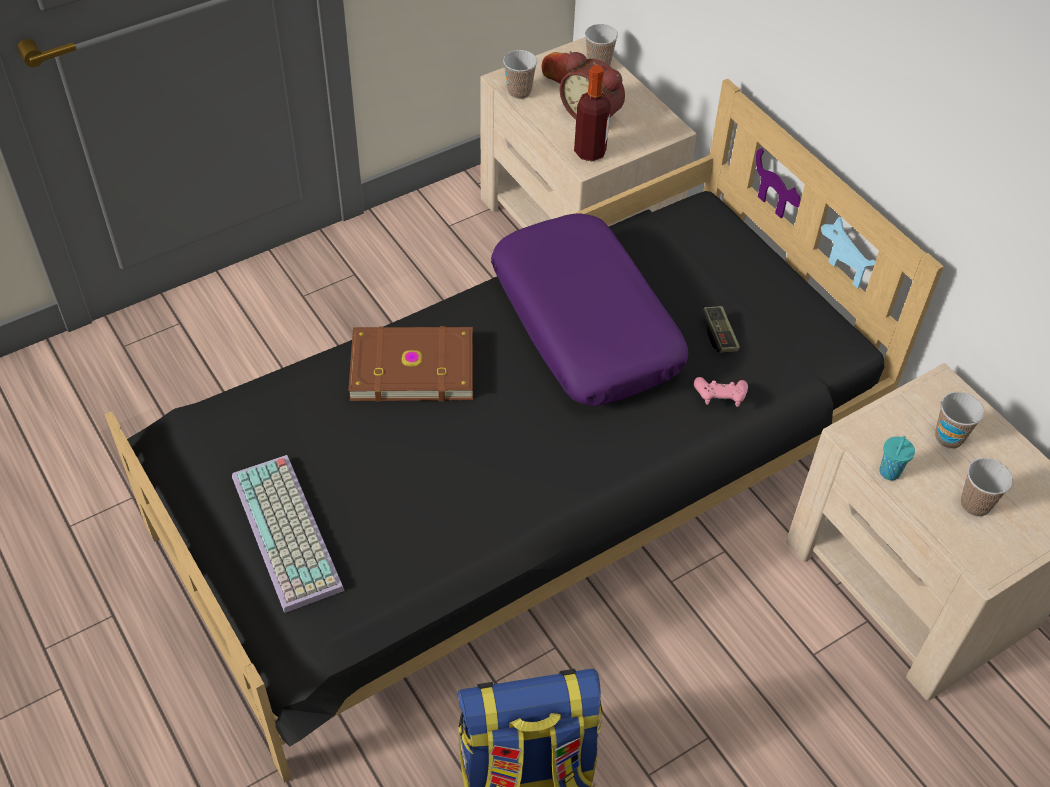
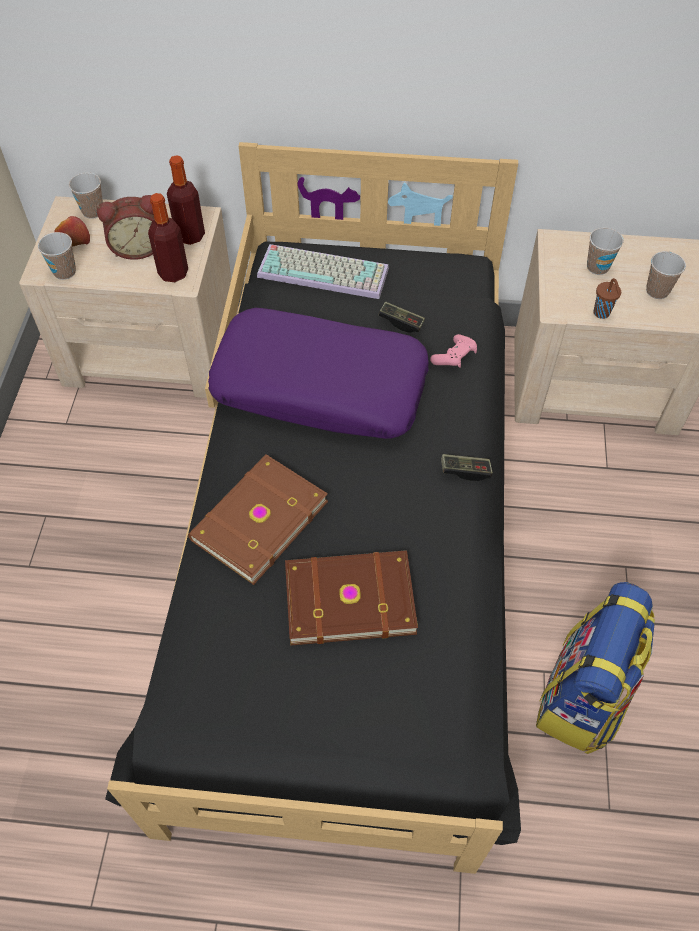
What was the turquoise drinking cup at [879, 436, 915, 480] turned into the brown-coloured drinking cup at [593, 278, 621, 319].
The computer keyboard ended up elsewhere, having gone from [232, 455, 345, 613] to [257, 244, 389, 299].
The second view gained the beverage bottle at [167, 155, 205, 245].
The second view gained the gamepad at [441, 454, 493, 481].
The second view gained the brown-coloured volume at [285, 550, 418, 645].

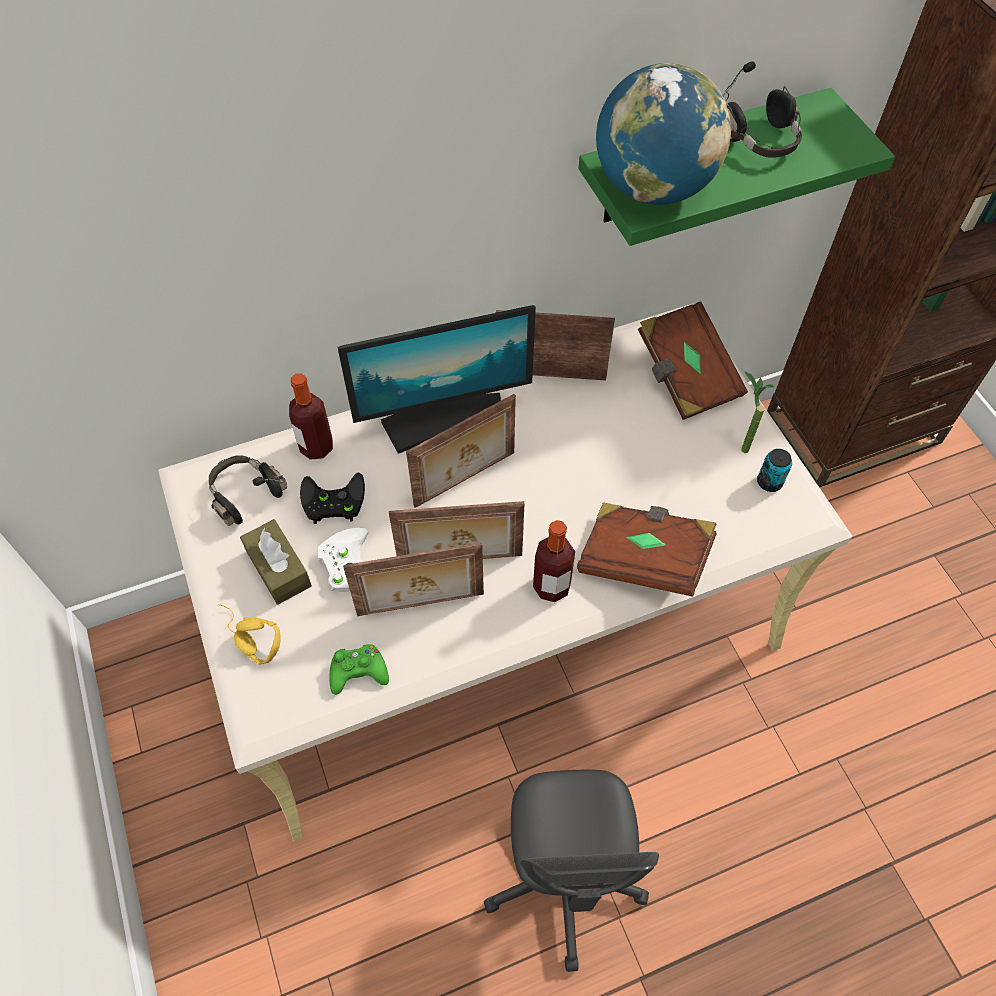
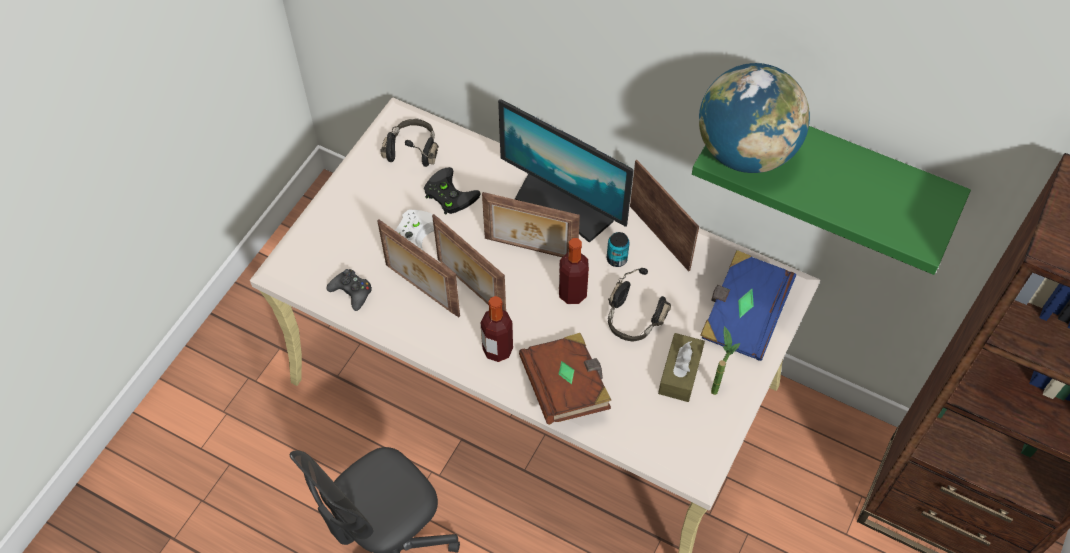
The black-coloured pair of headphones ended up elsewhere, having gone from [722, 61, 802, 158] to [608, 268, 671, 342].
What was the brown-coloured volume at [638, 301, 748, 420] turned into the blue-coloured volume at [700, 250, 796, 361].
The beverage bottle ended up elsewhere, having gone from [289, 373, 333, 460] to [559, 238, 589, 304].
The sealed can ended up elsewhere, having gone from [757, 449, 792, 492] to [607, 232, 630, 267].
The brown-coloured tissue box ended up elsewhere, having gone from [240, 519, 312, 605] to [658, 333, 705, 402].
The second view lost the yellowish pair of headphones at [219, 604, 281, 665].
What was the greenish gamepad at [329, 644, 389, 695] turned into the black-coloured gamepad at [327, 269, 372, 311].

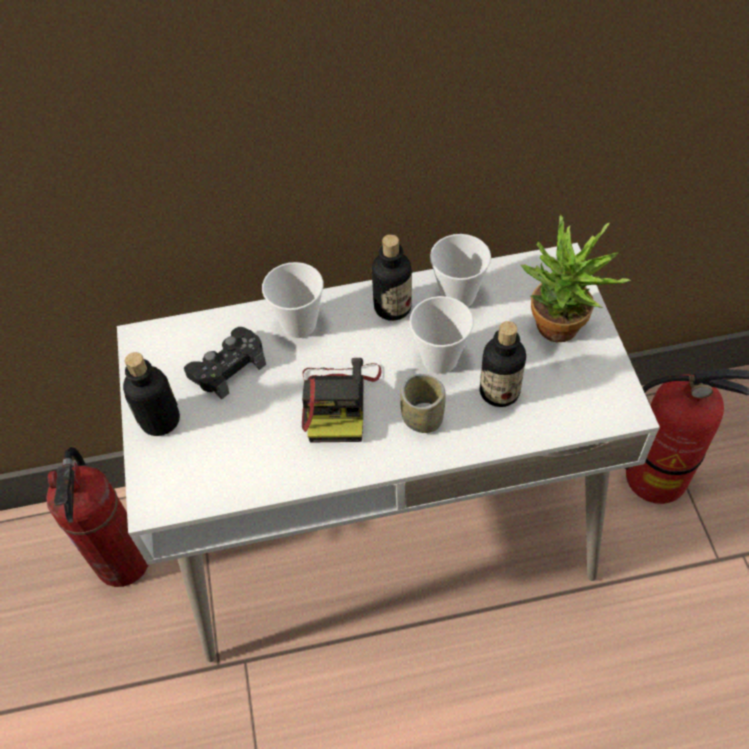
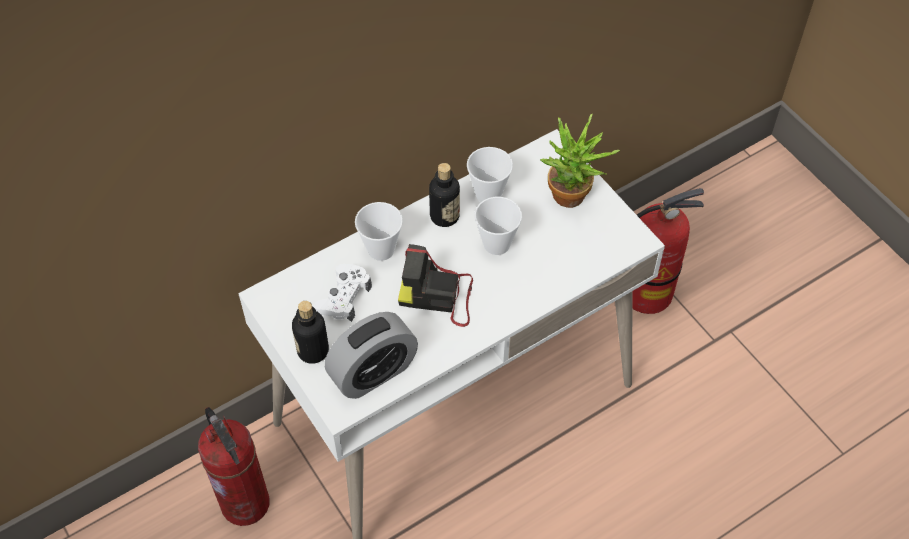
The second view lost the beverage bottle at [479, 321, 526, 407].
What was the black-coloured gamepad at [184, 327, 266, 400] turned into the white-coloured gamepad at [314, 264, 372, 322].
The photo camera at [302, 358, 382, 442] ended up facing another way, 120 degrees clockwise from before.
The second view lost the drinking cup at [400, 374, 446, 433].
The second view gained the bedside clock at [325, 312, 418, 399].

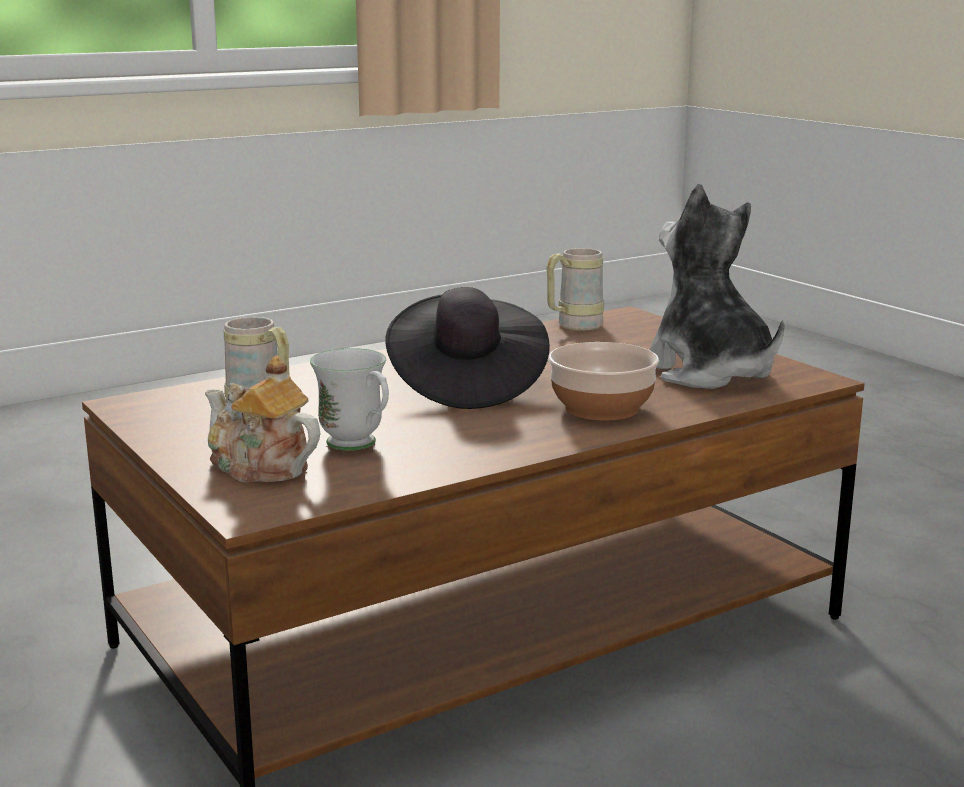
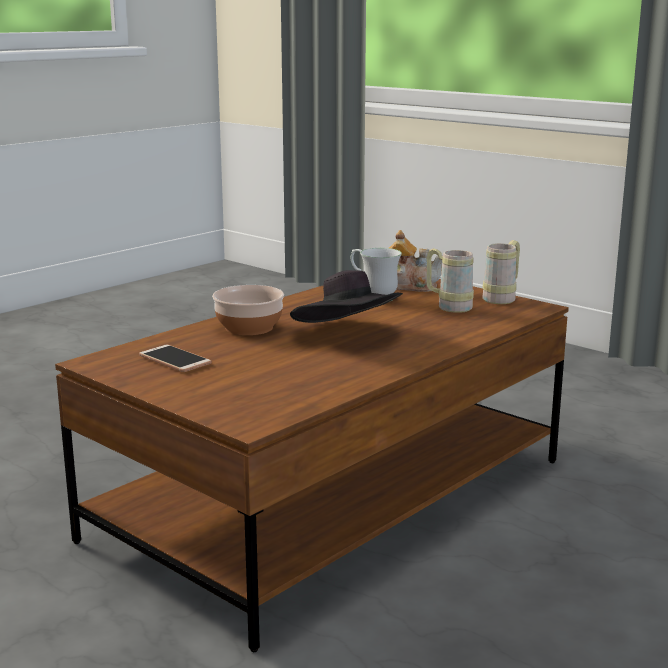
Where the soft toy stood at [649, 184, 784, 389], the phone came to stand at [139, 345, 212, 372].
The sand-coloured tea mug ended up elsewhere, having gone from [547, 248, 604, 330] to [482, 240, 520, 304].

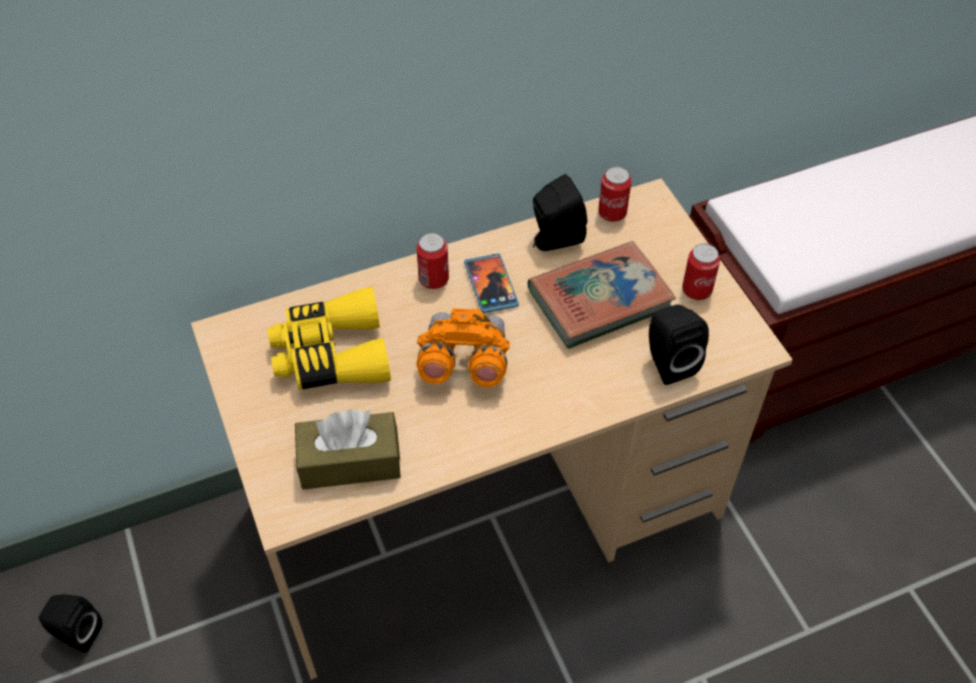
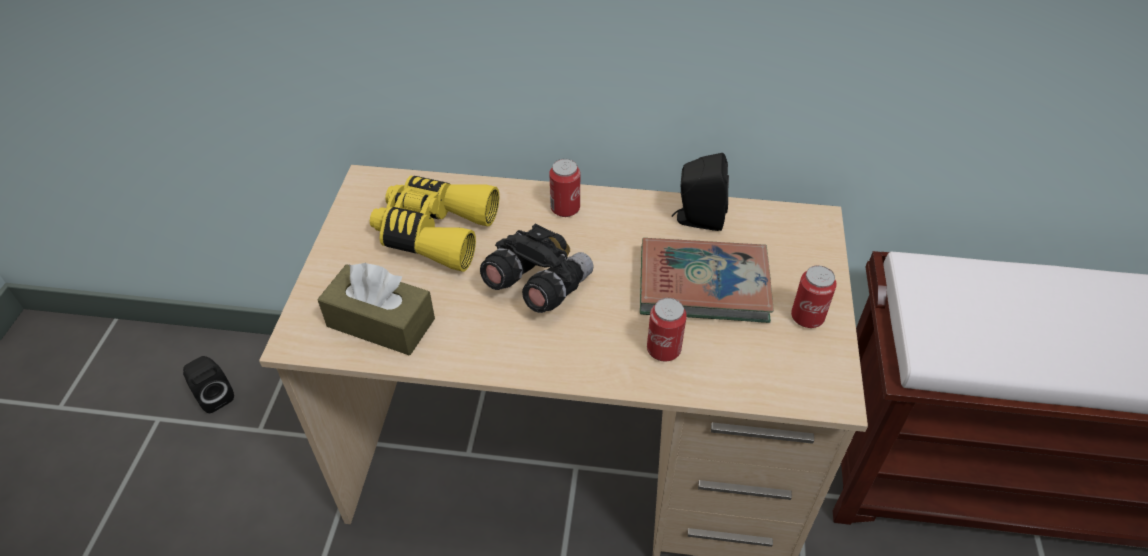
The sealed can ended up elsewhere, having gone from [598, 167, 631, 222] to [647, 298, 687, 361].
The second view lost the phone at [464, 253, 519, 313].
The second view lost the black-coloured speaker at [649, 305, 709, 385].
What was the orange-coloured field glasses at [416, 308, 510, 387] turned into the black-coloured field glasses at [480, 223, 594, 313].

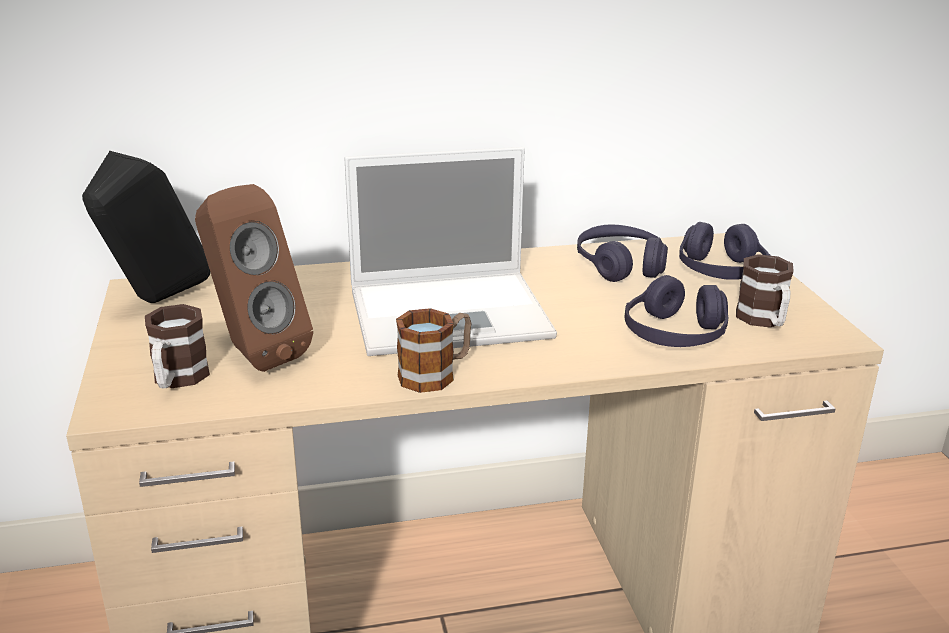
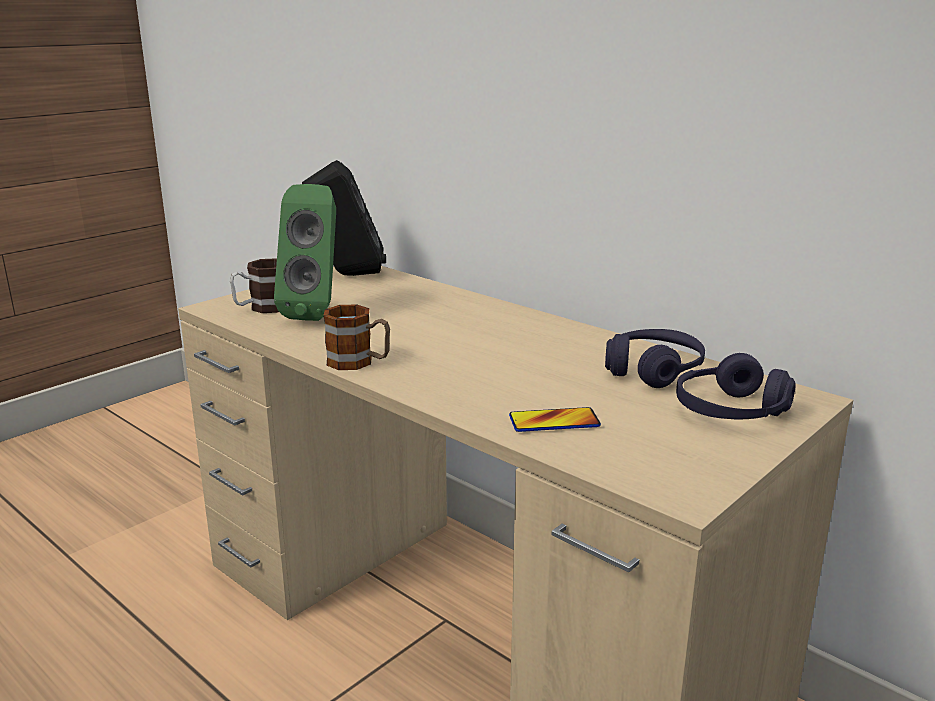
The second view lost the notebook computer at [344, 147, 557, 356].
What was the brown-coloured speaker at [195, 184, 313, 372] turned into the greenish speaker at [274, 184, 336, 321].
The second view lost the tea mug at [736, 254, 794, 328].
Where the purple-coloured pair of headphones stood at [625, 275, 728, 347], the phone came to stand at [509, 407, 601, 432].

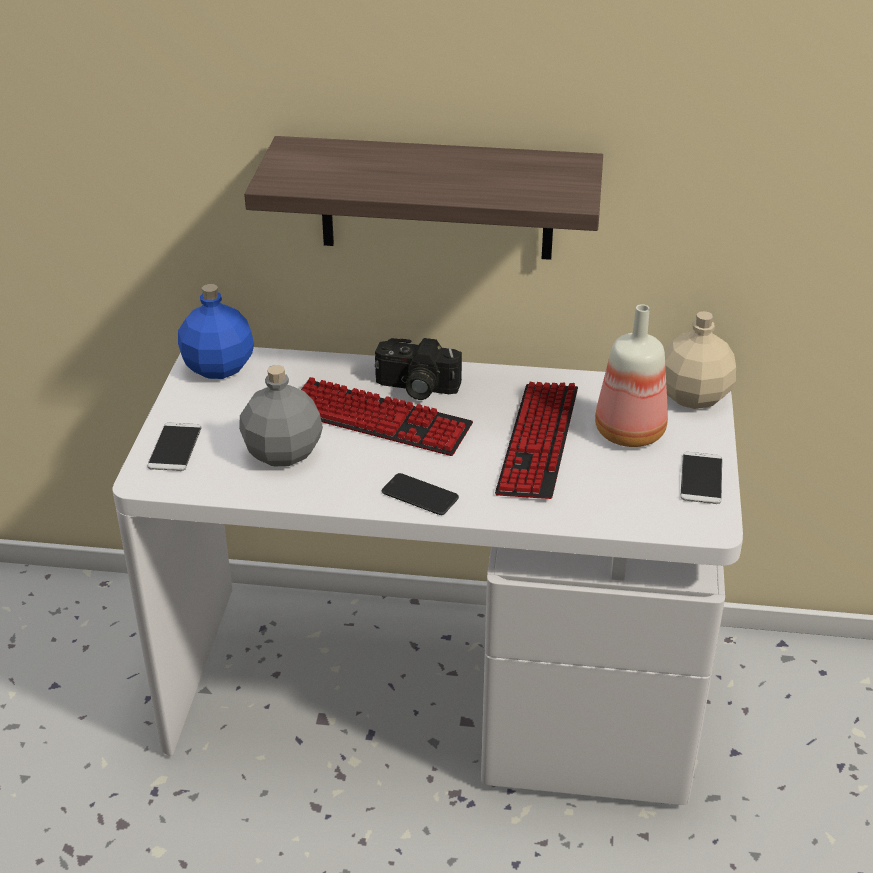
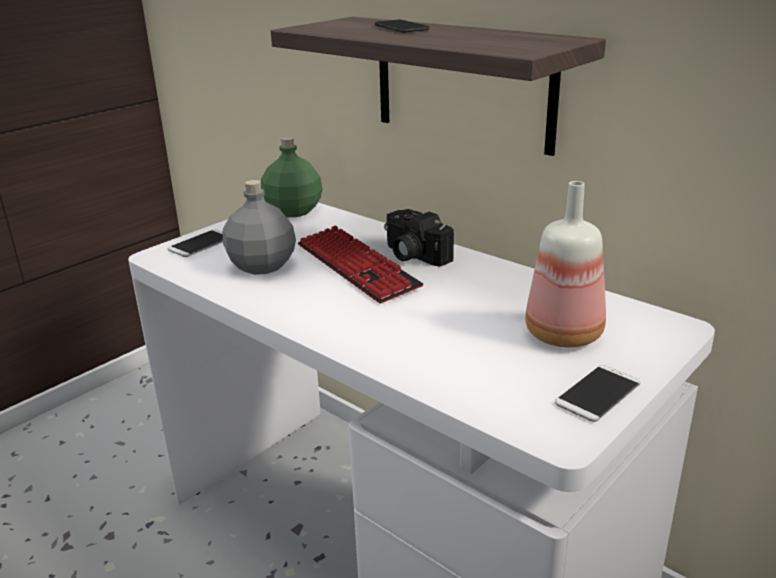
What was the blue-coloured beverage bottle at [178, 284, 254, 379] turned into the greenish beverage bottle at [261, 137, 323, 217].
The second view lost the sand-coloured beverage bottle at [664, 311, 736, 409].
The second view lost the computer keyboard at [495, 382, 578, 499].
The phone ended up elsewhere, having gone from [382, 473, 459, 515] to [375, 20, 430, 33].

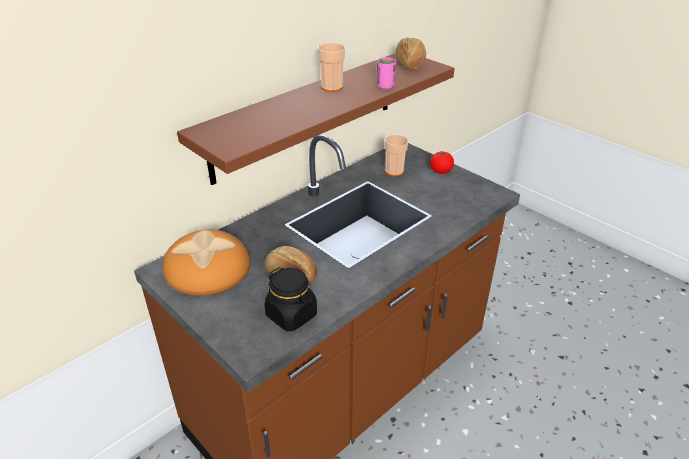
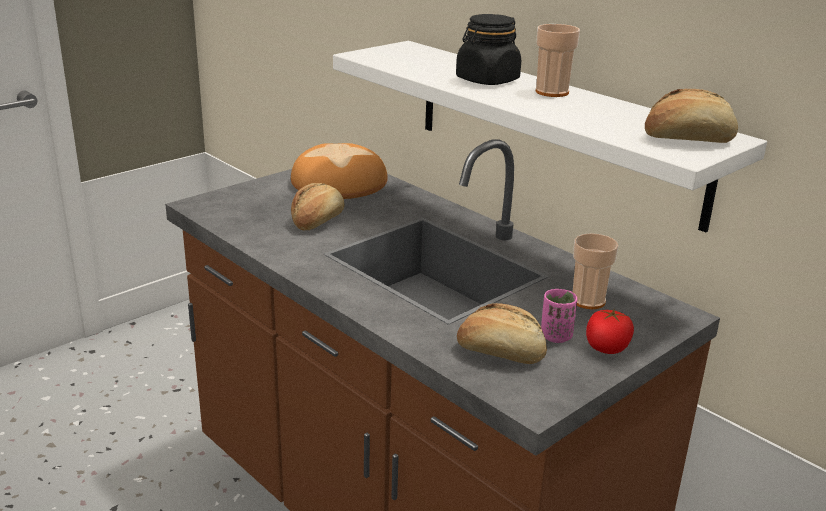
What was the brown-coloured wall shelf at [177, 53, 455, 185] turned into the white-coloured wall shelf at [333, 41, 767, 232].
The pink drinking cup ended up elsewhere, having gone from [377, 57, 396, 89] to [541, 289, 577, 343].
The black-coloured storage jar ended up elsewhere, having gone from [265, 267, 317, 331] to [456, 14, 521, 85].
The second view gained the bakery bread at [457, 303, 547, 364].

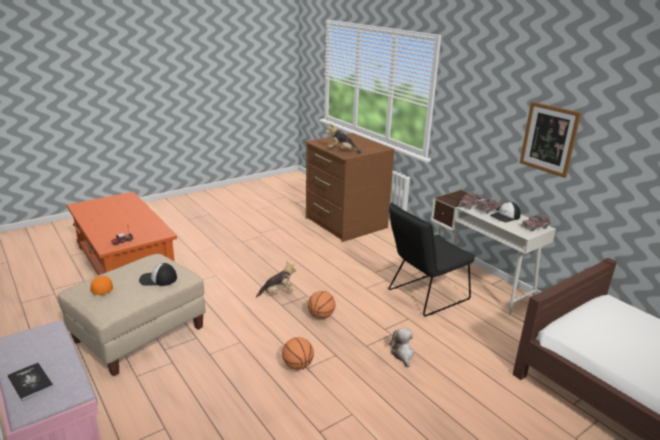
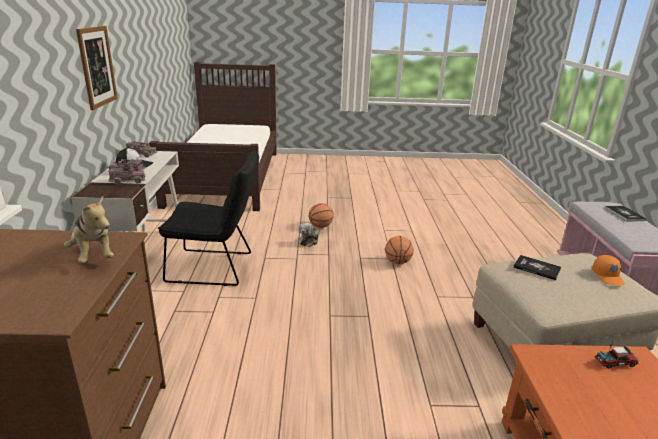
The second view lost the soft toy at [256, 261, 296, 298].
Where the cap stood at [139, 263, 177, 286], the volume came to stand at [513, 255, 561, 281].
The ball for basketball ended up elsewhere, having gone from [308, 291, 335, 319] to [309, 203, 334, 228].

